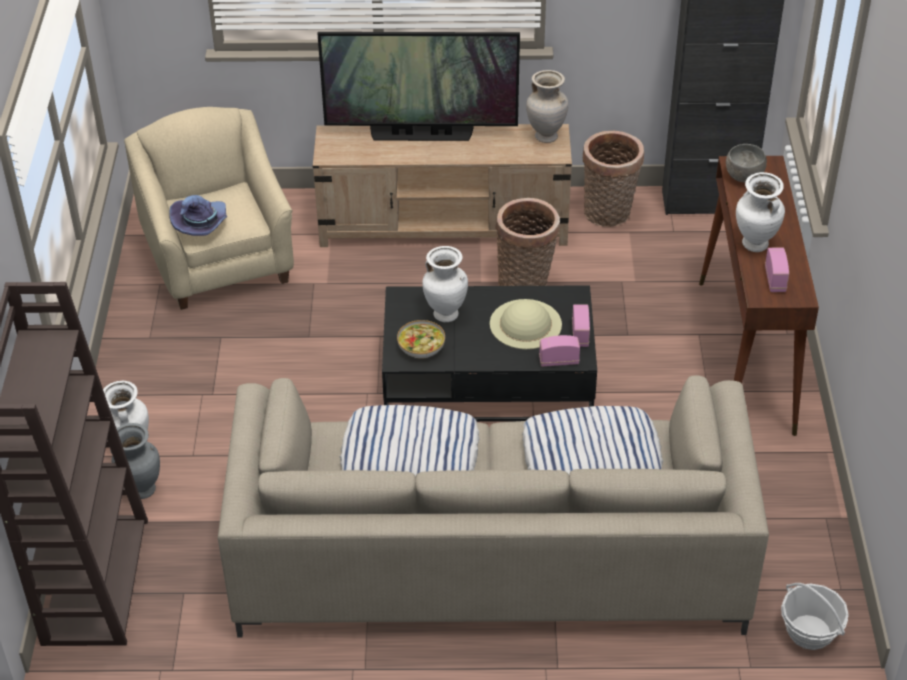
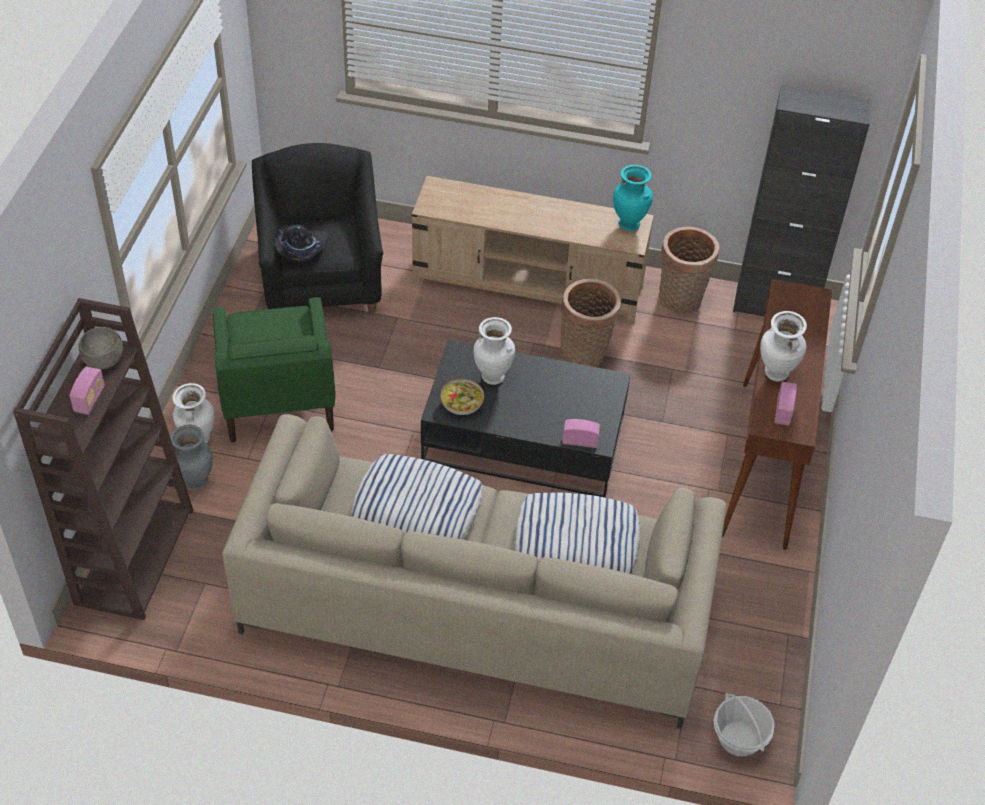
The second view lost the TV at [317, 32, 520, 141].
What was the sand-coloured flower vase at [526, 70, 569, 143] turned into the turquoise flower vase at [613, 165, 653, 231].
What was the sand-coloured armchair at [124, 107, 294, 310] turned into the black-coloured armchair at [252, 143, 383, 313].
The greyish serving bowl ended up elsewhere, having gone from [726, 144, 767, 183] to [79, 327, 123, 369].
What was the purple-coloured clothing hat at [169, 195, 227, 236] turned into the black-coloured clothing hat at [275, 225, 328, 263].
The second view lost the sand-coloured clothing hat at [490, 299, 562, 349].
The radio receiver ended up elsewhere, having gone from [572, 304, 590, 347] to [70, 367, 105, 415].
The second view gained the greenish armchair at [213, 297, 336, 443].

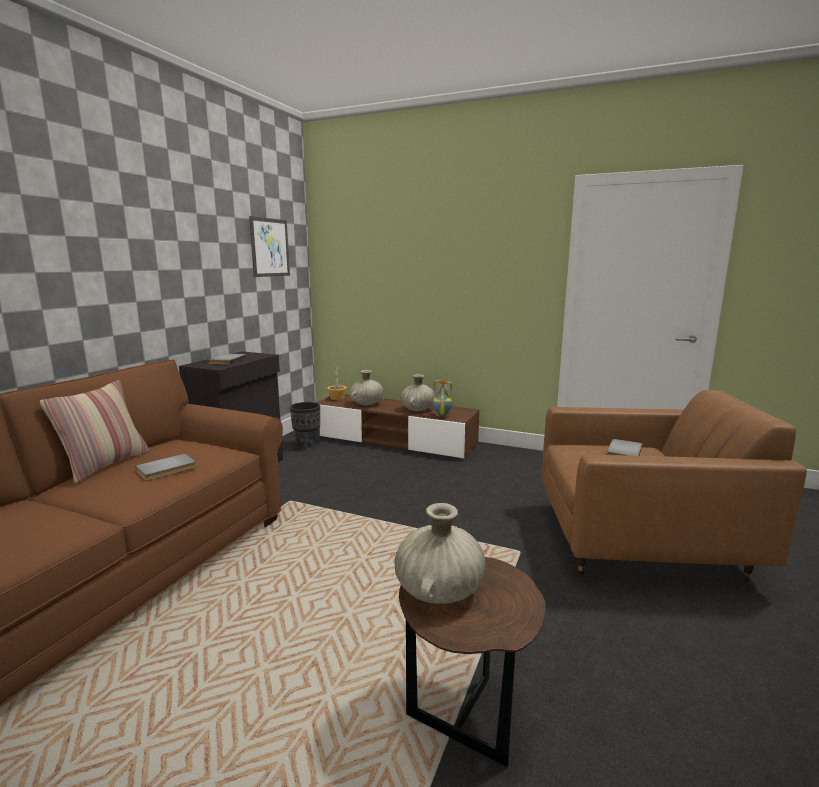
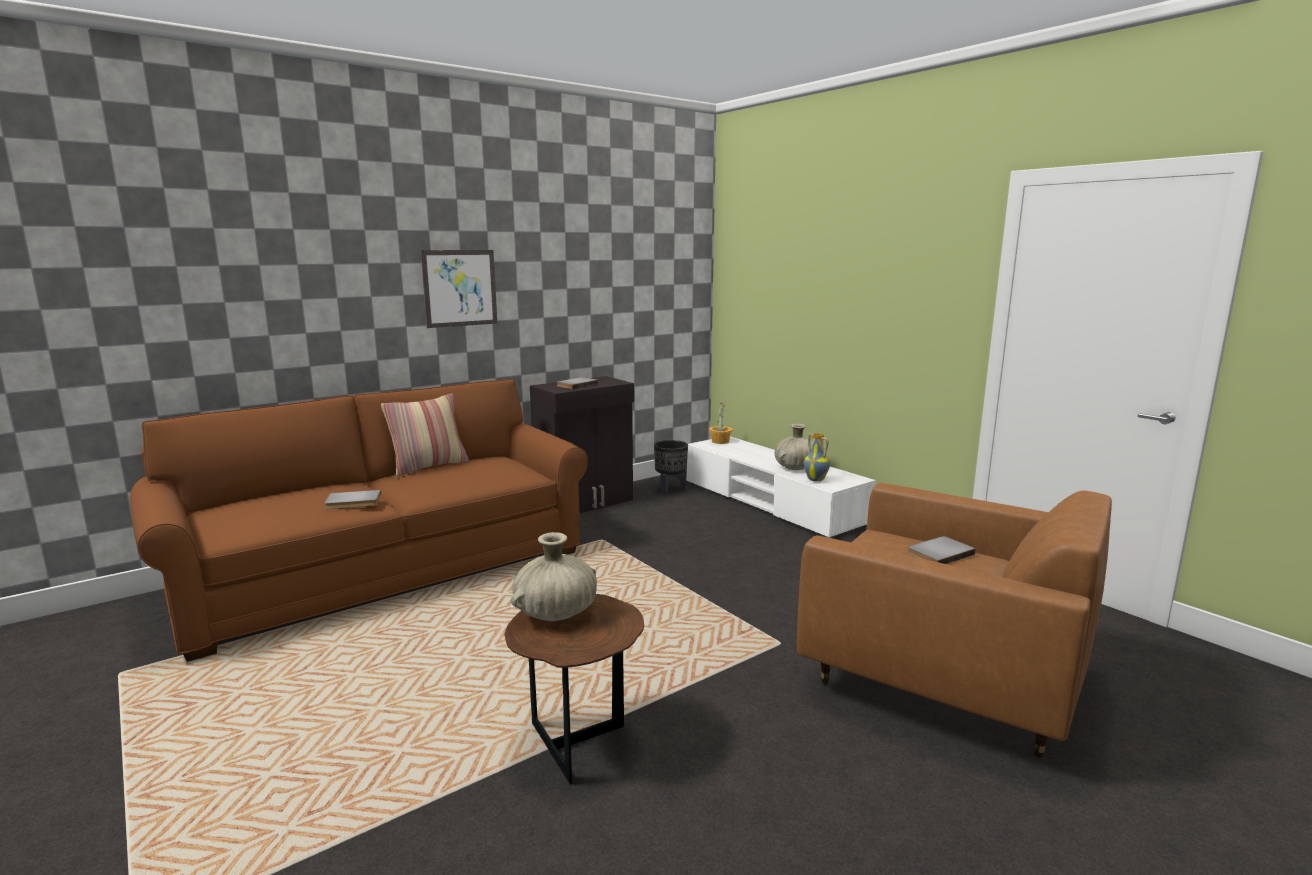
The wall picture ended up elsewhere, having gone from [249, 216, 290, 277] to [420, 250, 497, 328].
The second view lost the sand-coloured flower vase at [350, 370, 384, 405].
What was the brown-coloured tv unit at [316, 394, 479, 460] turned into the white-coloured tv unit at [686, 437, 876, 539].
The greyish volume ended up elsewhere, having gone from [135, 454, 196, 481] to [325, 490, 381, 509].

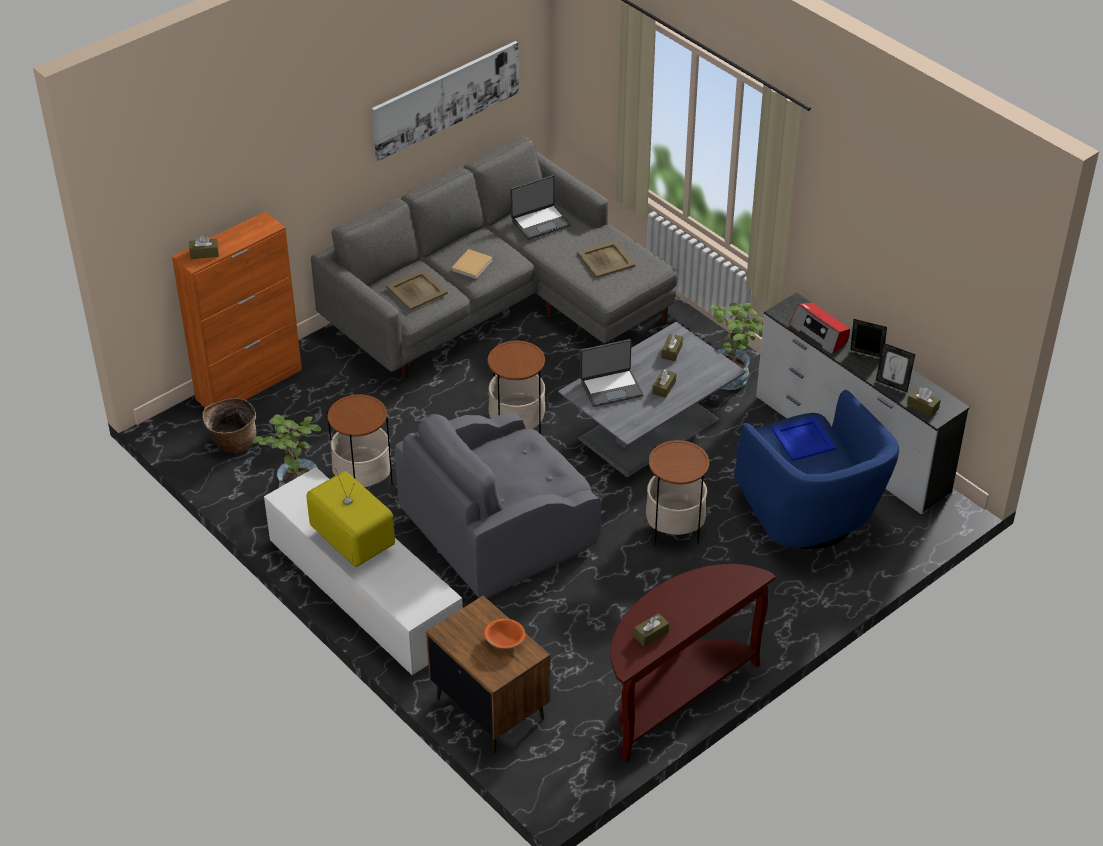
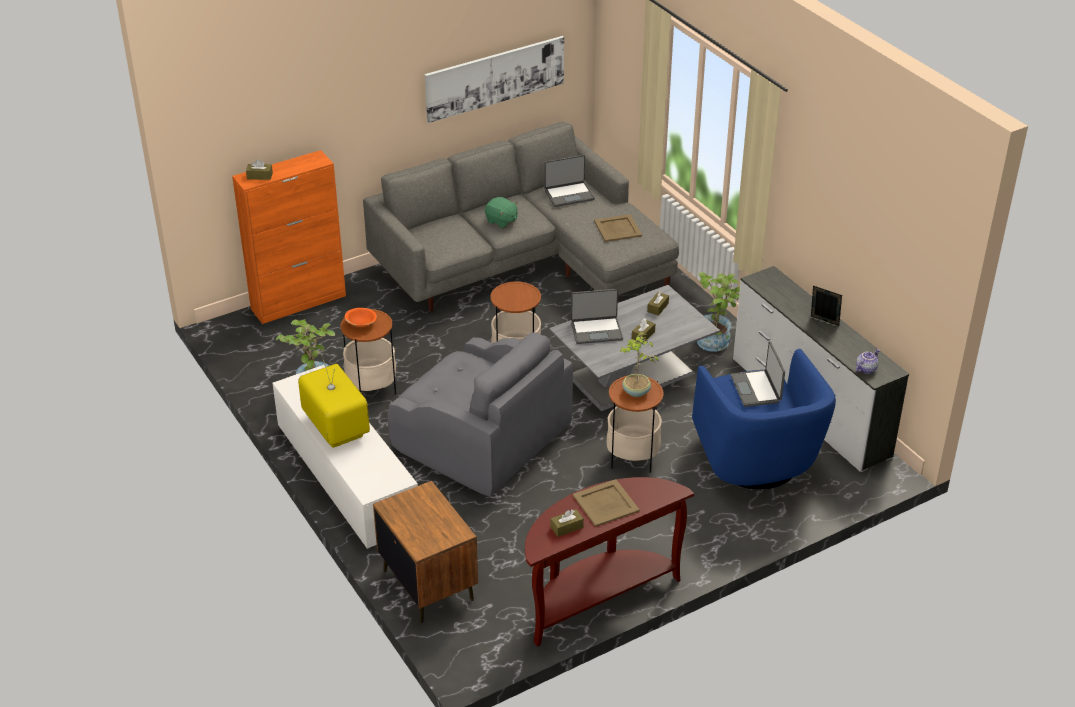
Where the sand-coloured volume stood at [452, 249, 493, 279], the greenish soft toy came to stand at [485, 197, 518, 228].
The sand-coloured tray ended up elsewhere, having gone from [386, 269, 448, 311] to [573, 479, 640, 527].
The second view lost the radio receiver at [789, 303, 850, 354].
The second view lost the photo frame at [876, 343, 916, 392].
Where the brown-coloured tissue box stood at [907, 388, 941, 416], the pot for tea came to stand at [856, 349, 880, 374].
The second view lost the basket at [202, 398, 257, 454].
The greyish armchair at [395, 412, 601, 598] ended up facing another way, 120 degrees counterclockwise from before.
Where the blue-coloured tray stood at [772, 417, 836, 461], the notebook computer came to stand at [730, 341, 785, 407].
The orange-coloured serving bowl ended up elsewhere, having gone from [484, 619, 525, 649] to [345, 308, 377, 327].
The second view gained the plant in a pot at [620, 332, 658, 397].

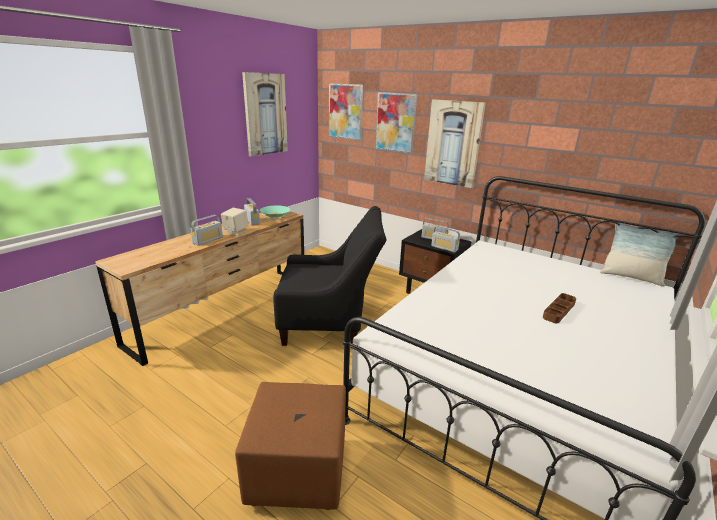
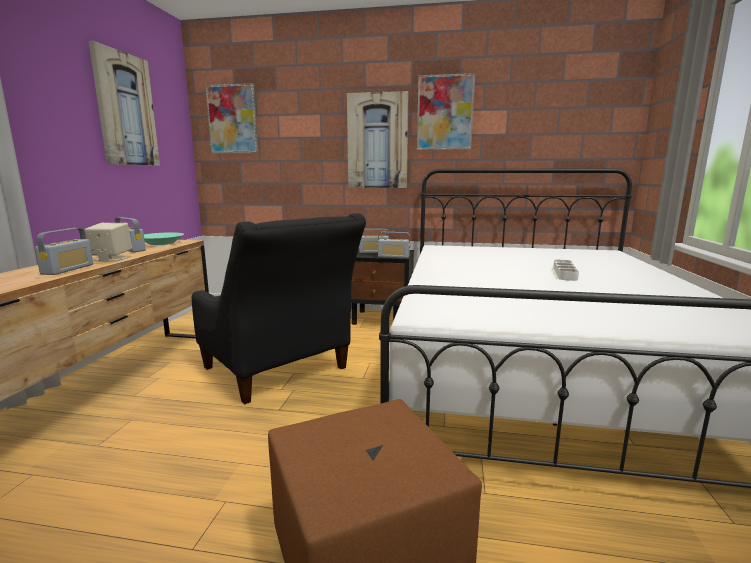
The wall picture ended up elsewhere, having gone from [375, 92, 417, 154] to [417, 73, 475, 150].
The black-coloured armchair at [273, 206, 386, 346] ended up facing another way, 75 degrees clockwise from before.
The second view lost the cushion at [600, 222, 681, 287].
What was the brown-coloured tray at [543, 293, 576, 323] turned into the white-coloured tray at [553, 259, 579, 281].

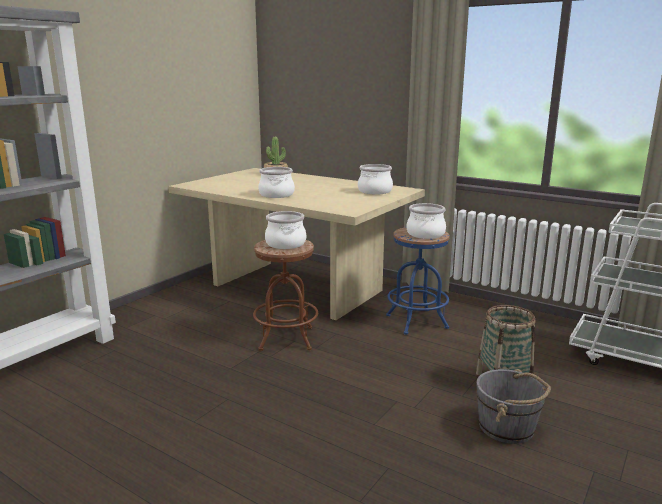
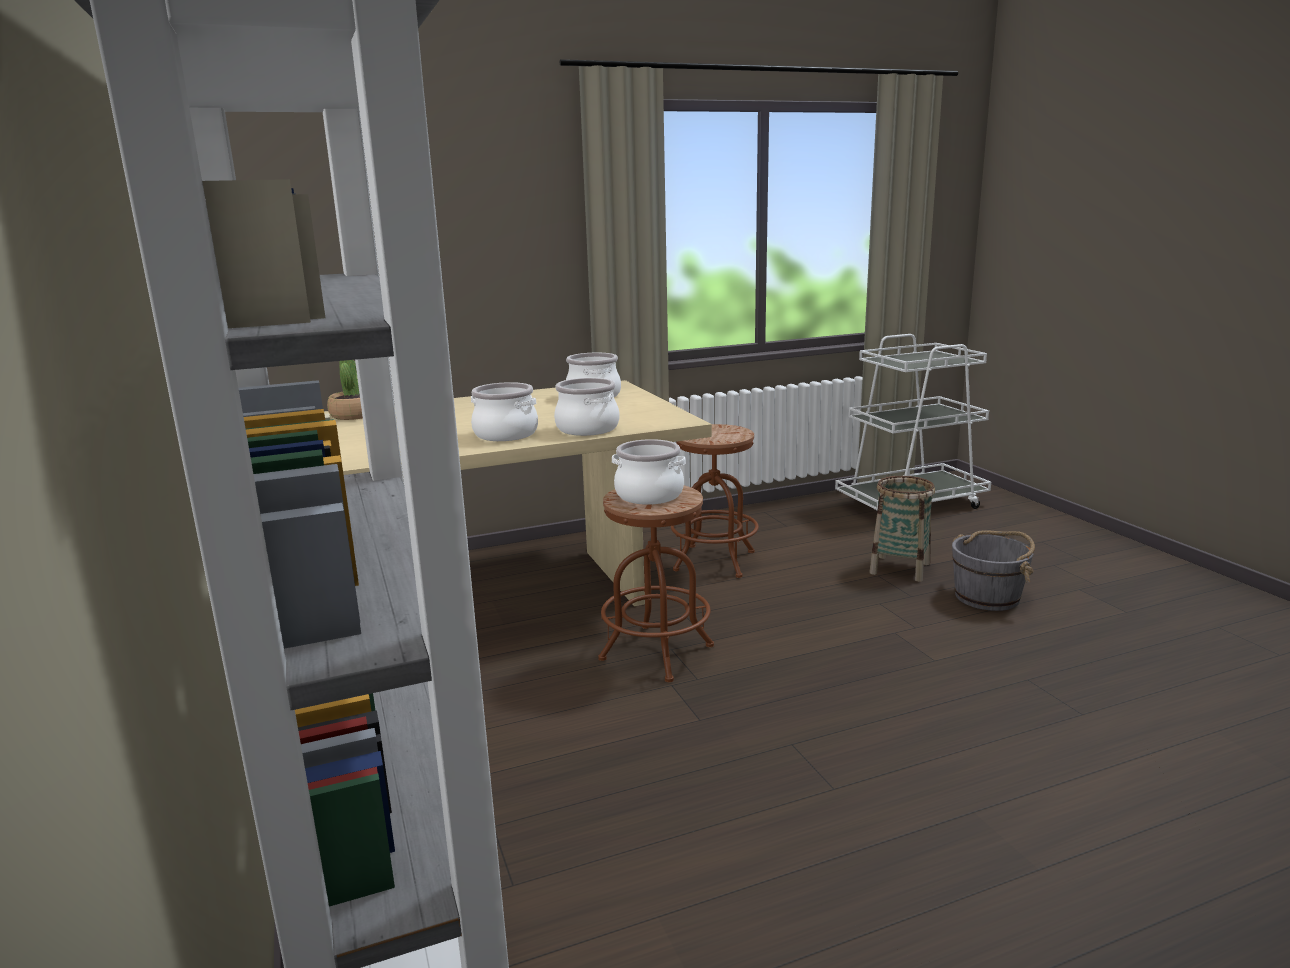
The stockpot ended up elsewhere, having gone from [406, 203, 446, 239] to [554, 378, 620, 436].
What was the blue-coloured sitting stool at [386, 227, 450, 335] turned into the brown-coloured sitting stool at [671, 424, 759, 578].

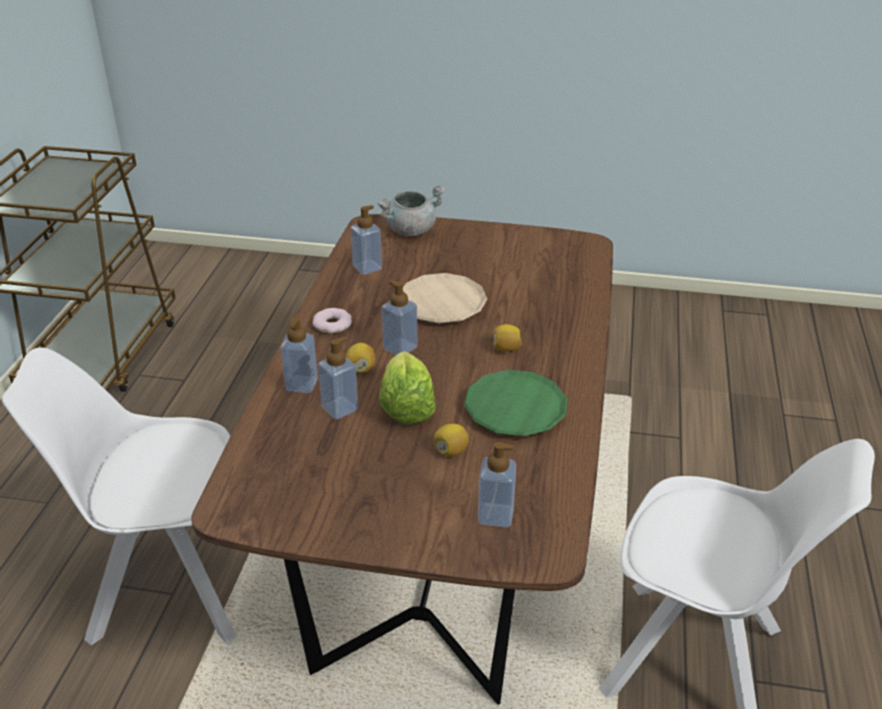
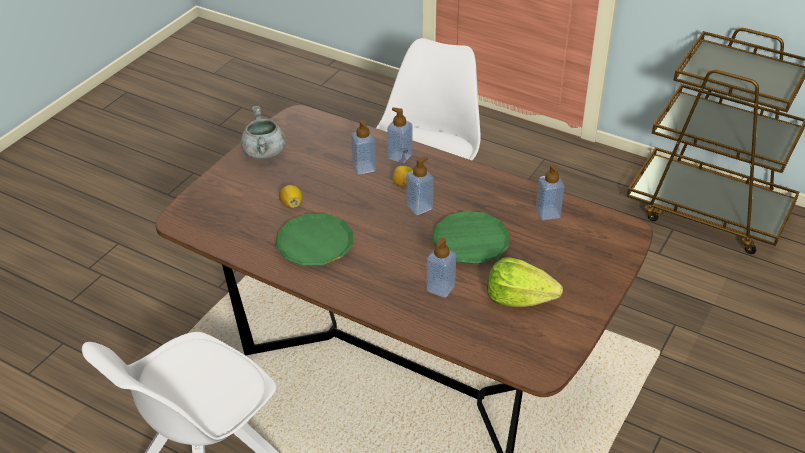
The greyish stockpot ended up elsewhere, having gone from [378, 185, 446, 236] to [241, 106, 286, 159].
What was the sand-coloured flat dish at [403, 273, 487, 324] turned into the greenish flat dish at [432, 211, 510, 264].
The second view lost the doughnut at [313, 308, 352, 334].
The second view lost the lemon at [494, 324, 522, 352].
The lettuce head ended up elsewhere, having gone from [379, 351, 436, 424] to [487, 257, 563, 307].
The soap dispenser ended up elsewhere, having gone from [478, 442, 516, 528] to [426, 237, 456, 298].

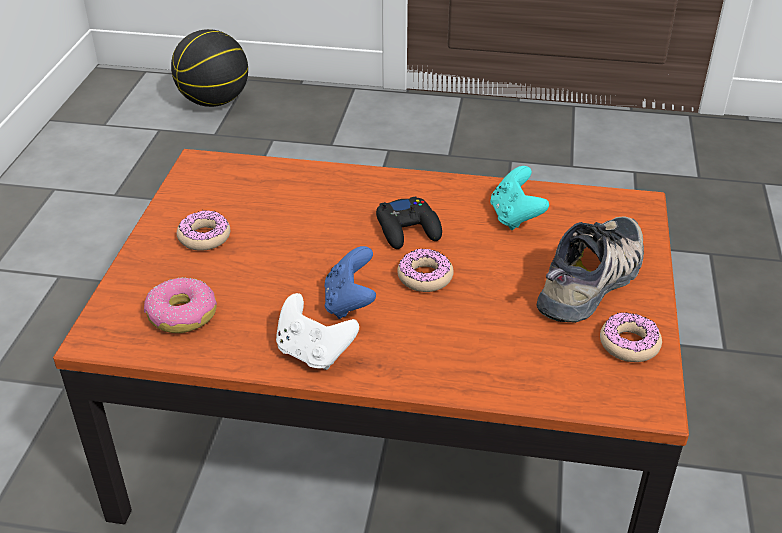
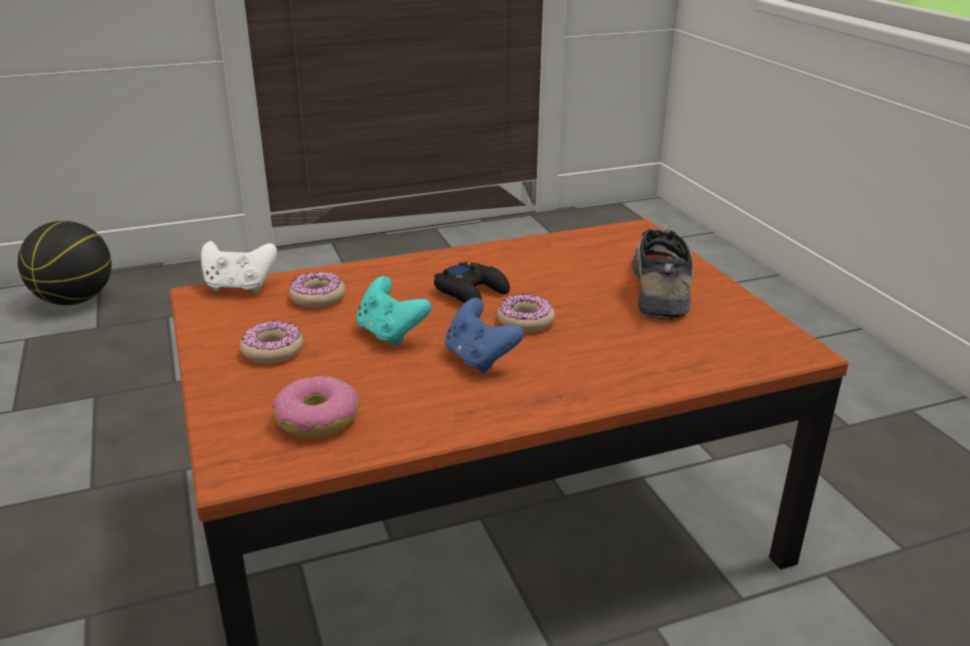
The turquoise gamepad ended up elsewhere, having gone from [490, 166, 549, 230] to [356, 276, 432, 346].
The white-coloured gamepad ended up elsewhere, having gone from [276, 293, 359, 370] to [201, 241, 277, 293].
The doughnut ended up elsewhere, having gone from [600, 312, 662, 362] to [289, 272, 345, 308].

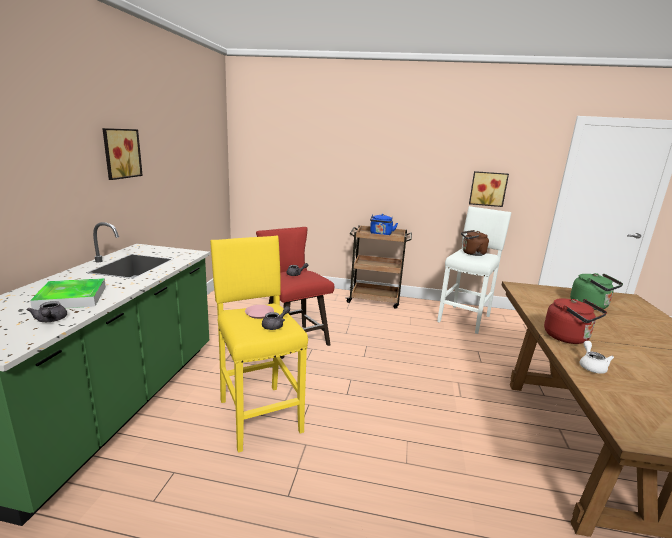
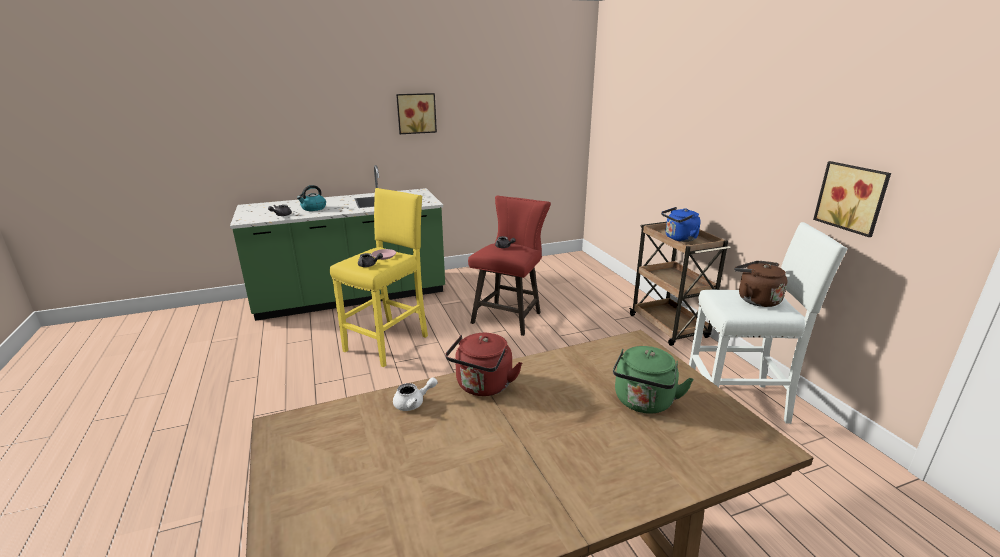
Where the tray stood at [30, 278, 106, 310], the kettle came to stand at [297, 185, 326, 211].

